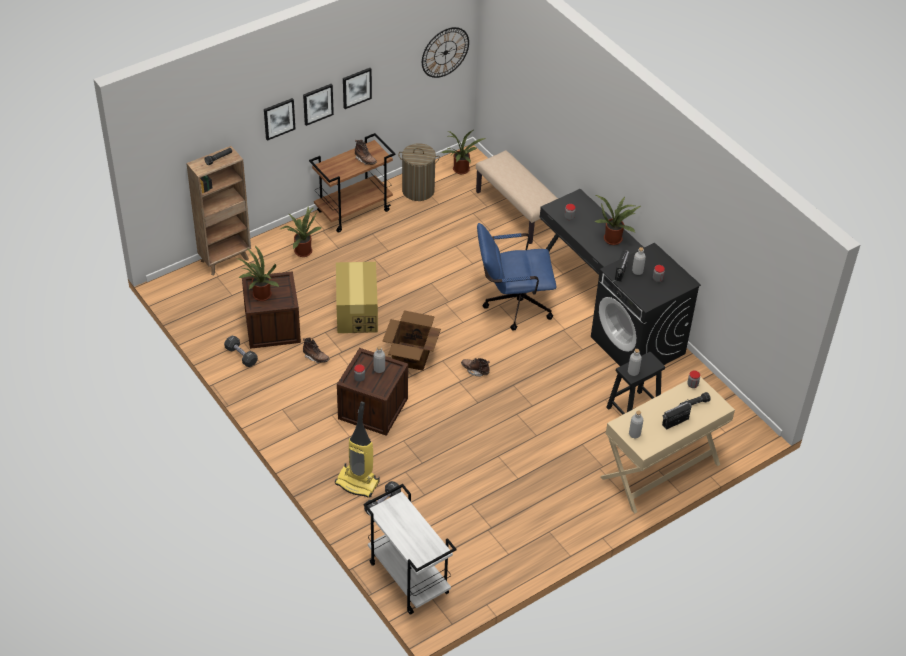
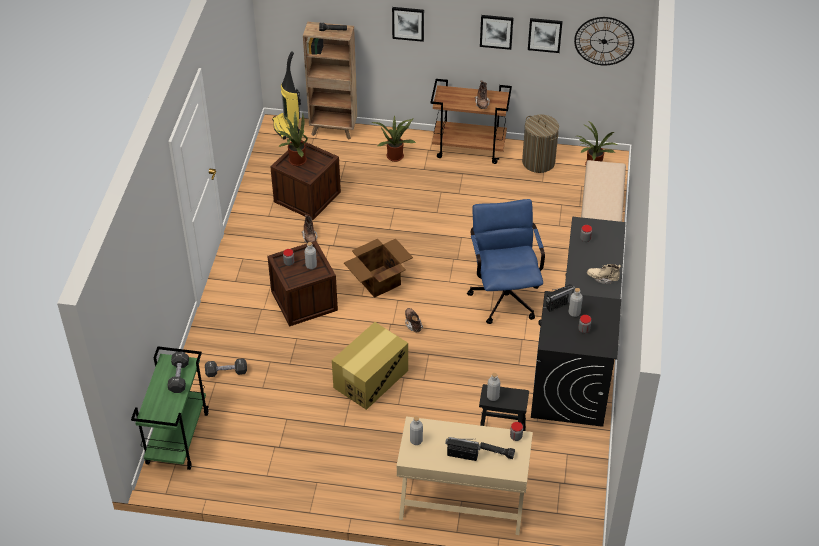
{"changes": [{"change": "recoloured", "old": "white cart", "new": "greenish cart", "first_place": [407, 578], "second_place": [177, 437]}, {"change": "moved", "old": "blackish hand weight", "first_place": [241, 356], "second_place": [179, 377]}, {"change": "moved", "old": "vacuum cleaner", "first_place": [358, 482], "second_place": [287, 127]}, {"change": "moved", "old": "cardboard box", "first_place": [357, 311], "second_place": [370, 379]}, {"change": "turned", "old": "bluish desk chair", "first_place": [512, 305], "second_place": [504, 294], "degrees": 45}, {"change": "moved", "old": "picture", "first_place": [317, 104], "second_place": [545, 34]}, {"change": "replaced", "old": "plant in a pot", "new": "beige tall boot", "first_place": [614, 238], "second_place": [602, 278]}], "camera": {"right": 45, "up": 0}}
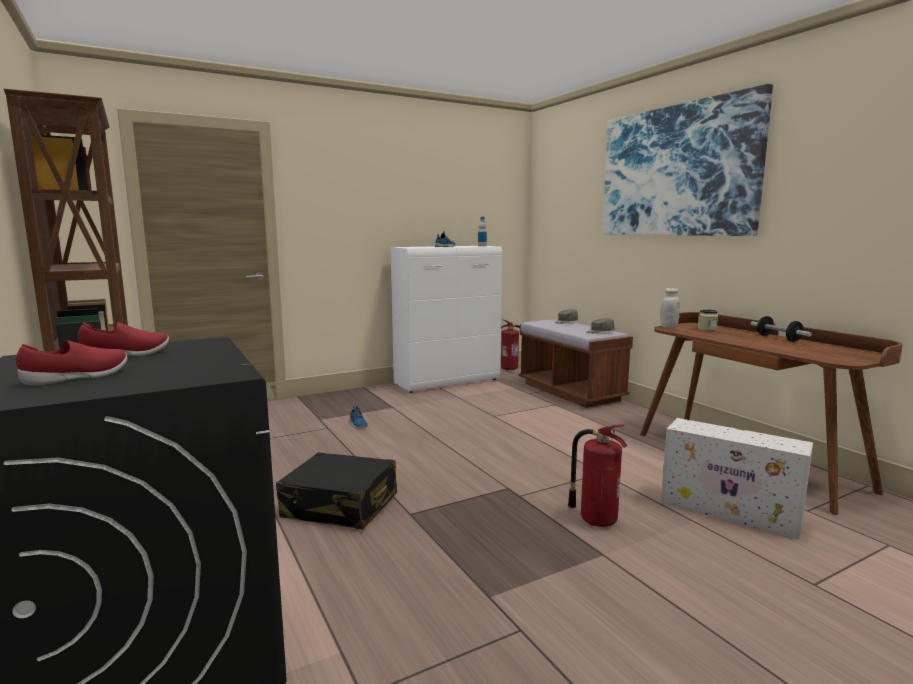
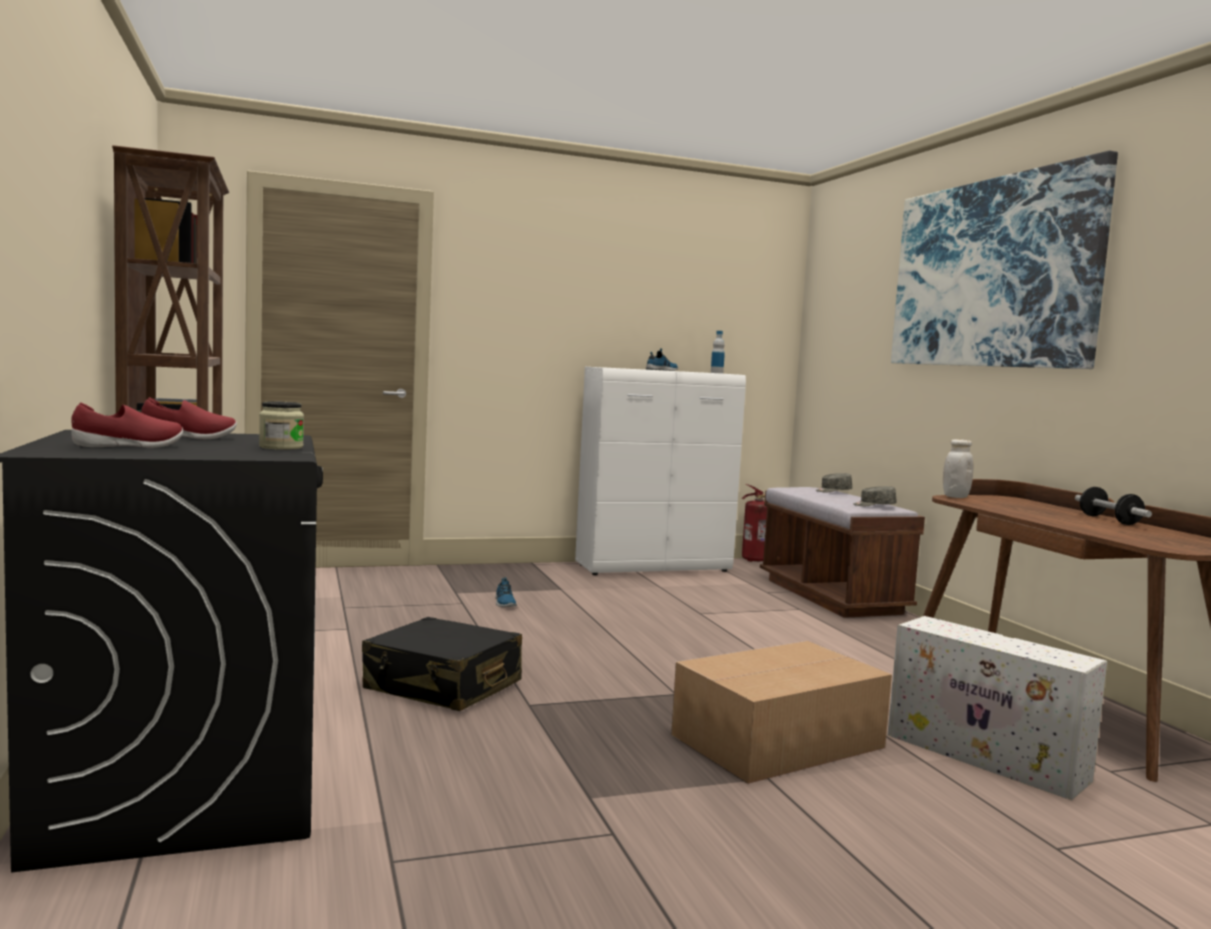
{"changes": [{"change": "moved", "old": "storage jar", "first_place": [707, 329], "second_place": [281, 447]}, {"change": "replaced", "old": "fire extinguisher", "new": "cardboard box", "first_place": [596, 519], "second_place": [781, 741]}], "camera": {"right": 10, "up": -5}}
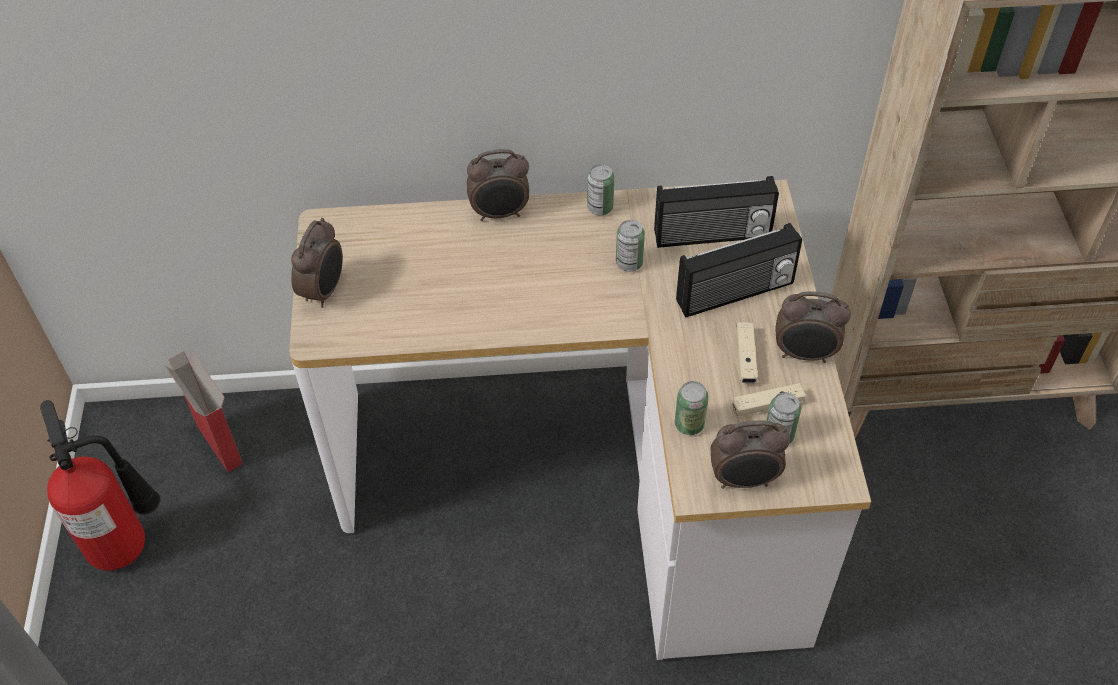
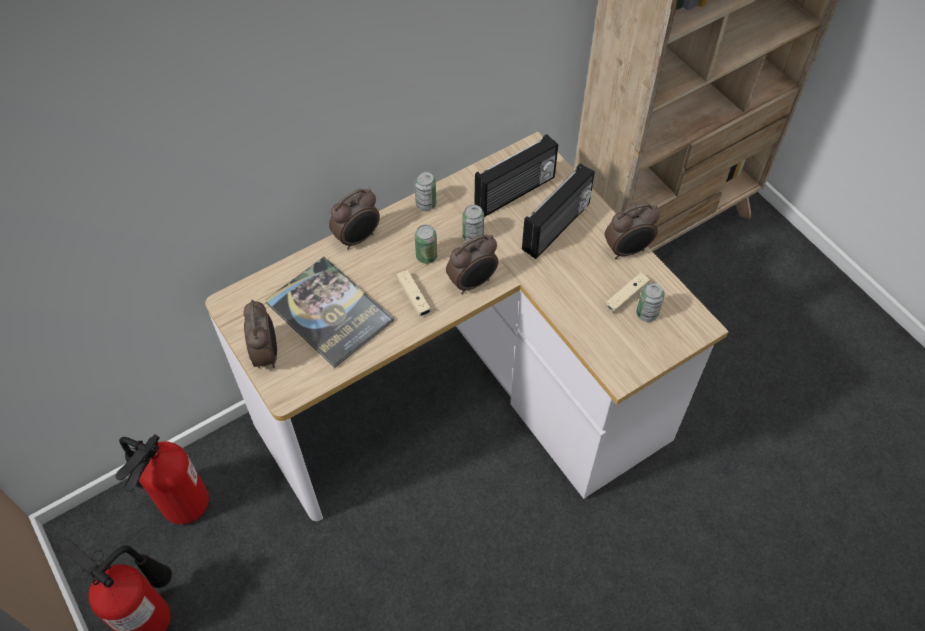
{"changes": [{"change": "replaced", "old": "cardboard box", "new": "fire extinguisher", "first_place": [221, 446], "second_place": [178, 505]}, {"change": "added", "new": "bound book", "second_place": [329, 312]}, {"change": "moved", "old": "beige gamepad", "first_place": [745, 358], "second_place": [413, 297]}, {"change": "moved", "old": "can", "first_place": [689, 424], "second_place": [426, 256]}, {"change": "moved", "old": "table clock", "first_place": [744, 480], "second_place": [473, 283]}], "camera": {"right": -30, "up": 5}}
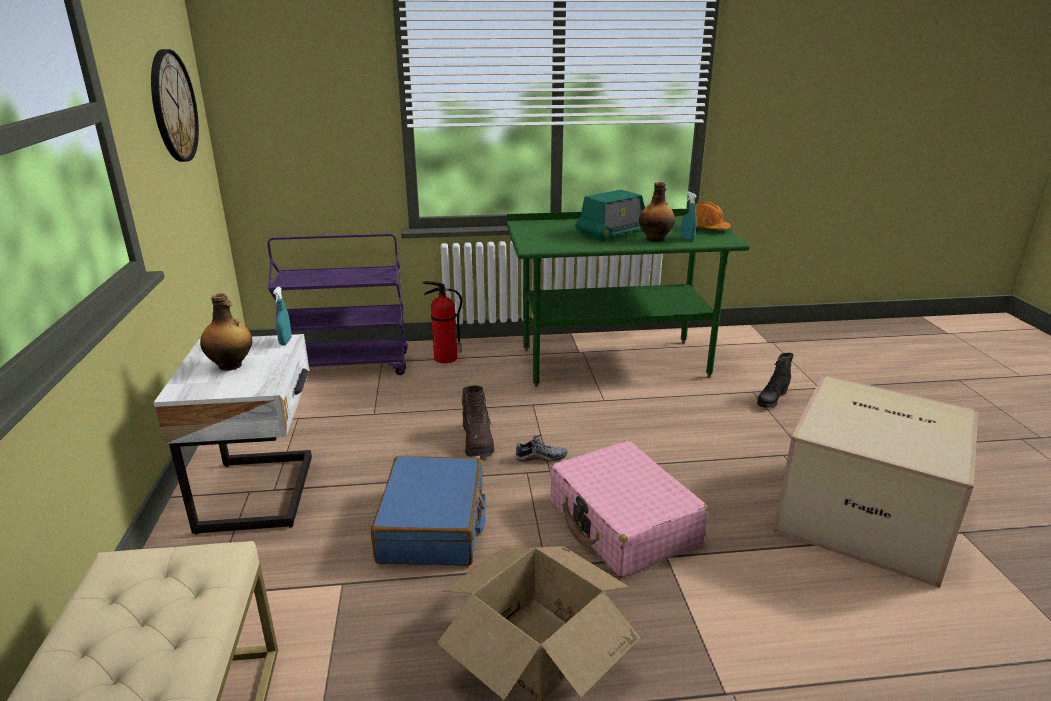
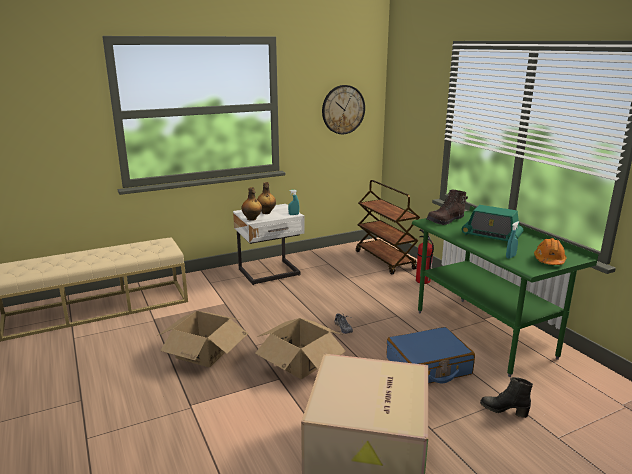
{"changes": [{"change": "moved", "old": "beverage bottle", "first_place": [655, 239], "second_place": [252, 219]}, {"change": "replaced", "old": "pink travel case", "new": "cardboard box", "first_place": [623, 523], "second_place": [300, 362]}, {"change": "recoloured", "old": "purple-coloured cart", "new": "brownish cart", "first_place": [347, 366], "second_place": [385, 260]}, {"change": "moved", "old": "bluish travel case", "first_place": [433, 525], "second_place": [428, 366]}, {"change": "moved", "old": "brownish tall boot", "first_place": [477, 441], "second_place": [446, 221]}], "camera": {"right": 70, "up": -5}}
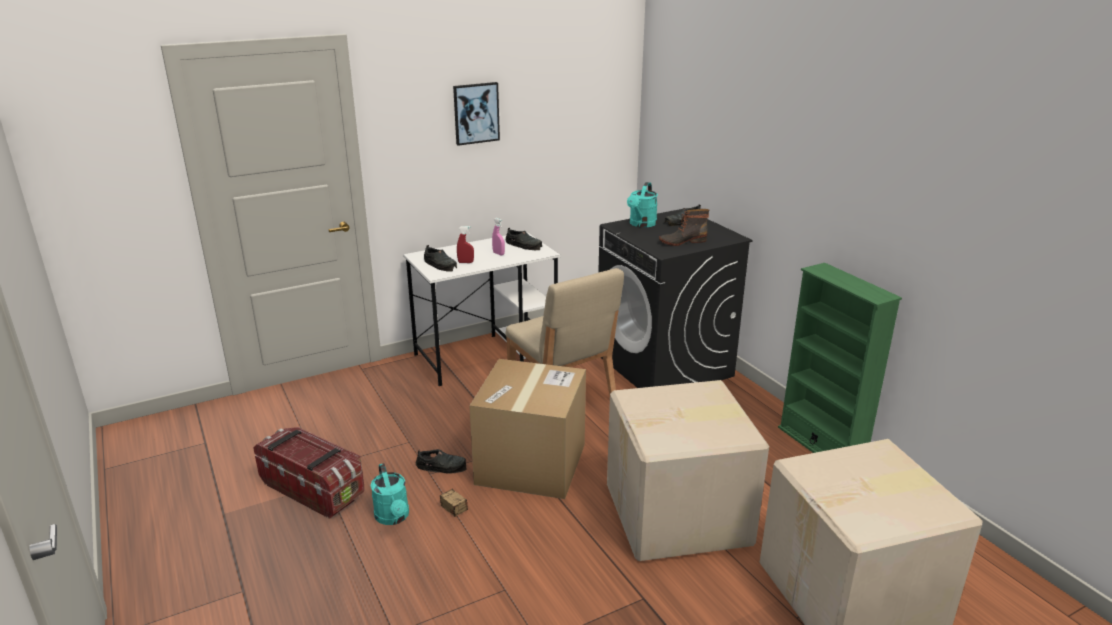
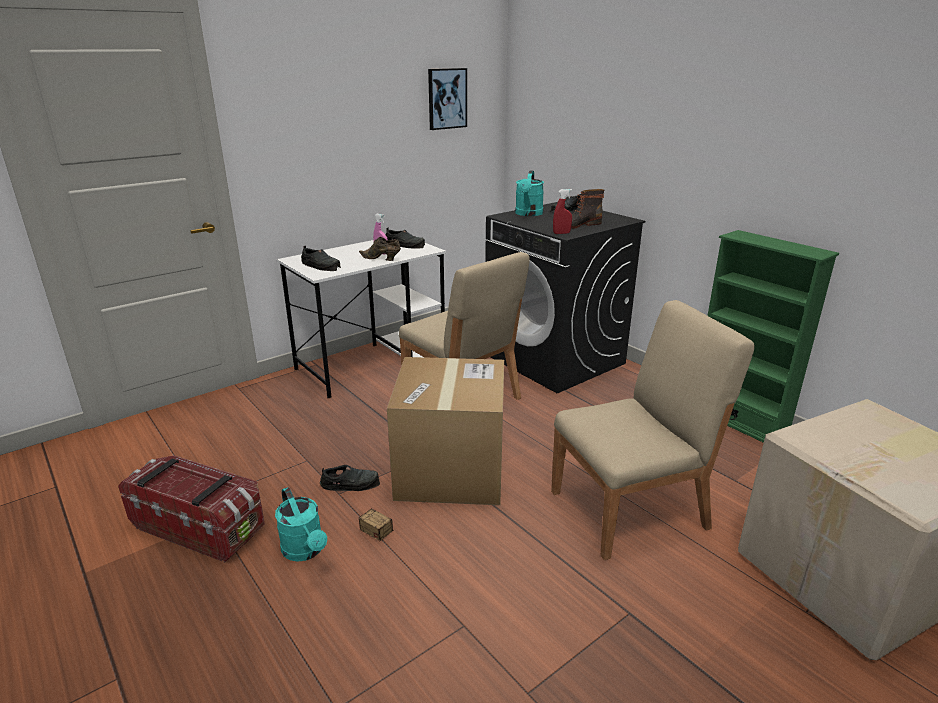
{"changes": [{"change": "added", "new": "brownish shoe", "second_place": [381, 259]}, {"change": "moved", "old": "picture", "first_place": [476, 113], "second_place": [447, 98]}, {"change": "replaced", "old": "cardboard box", "new": "beige upright chair", "first_place": [679, 516], "second_place": [630, 509]}, {"change": "moved", "old": "red-coloured sprayer", "first_place": [465, 262], "second_place": [561, 233]}], "camera": {"right": -10, "up": 0}}
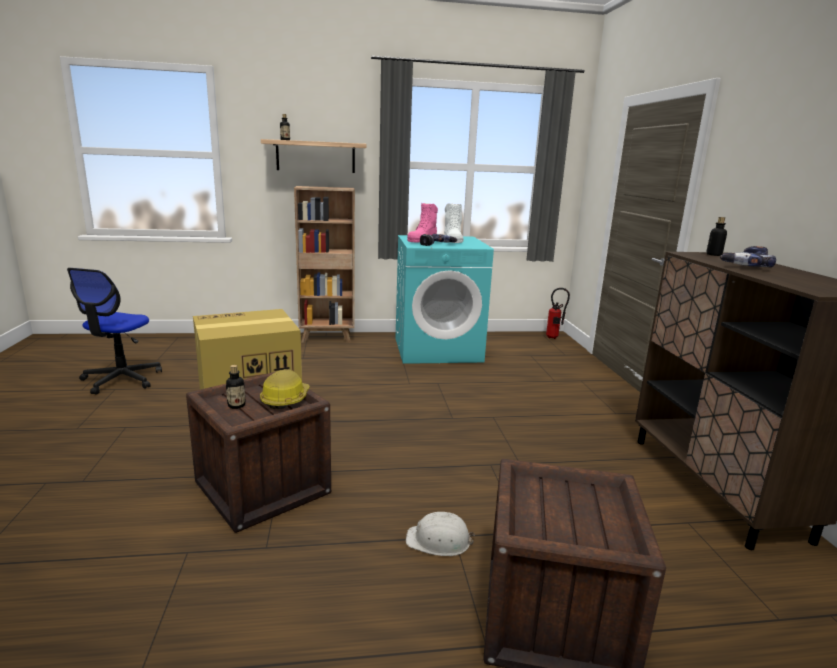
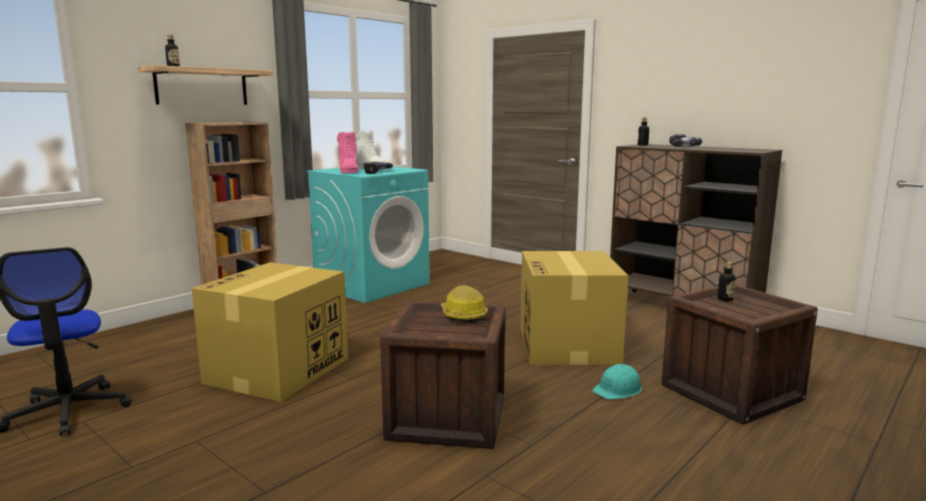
{"changes": [{"change": "added", "new": "cardboard box", "second_place": [568, 345]}, {"change": "recoloured", "old": "white hard hat", "new": "turquoise hard hat", "first_place": [439, 541], "second_place": [618, 389]}, {"change": "moved", "old": "beverage bottle", "first_place": [236, 405], "second_place": [725, 299]}, {"change": "removed", "old": "fire extinguisher", "first_place": [554, 338]}], "camera": {"right": -40, "up": -5}}
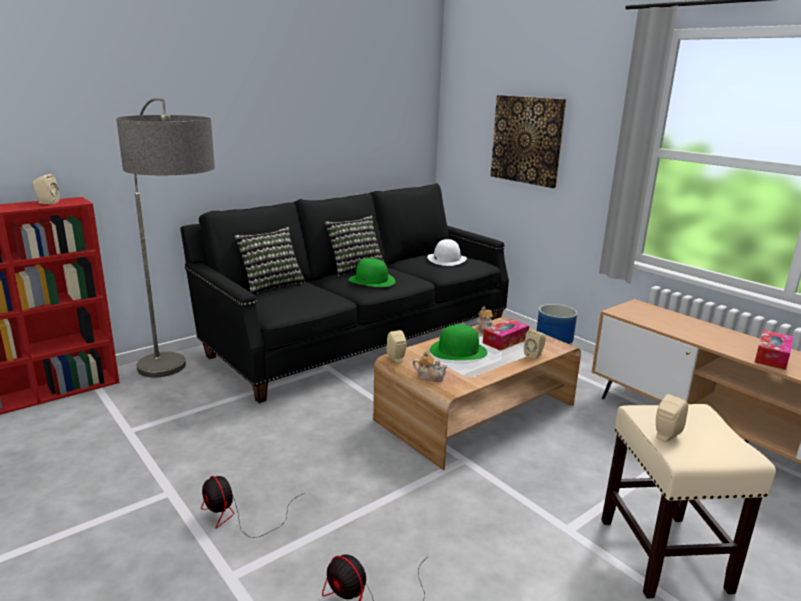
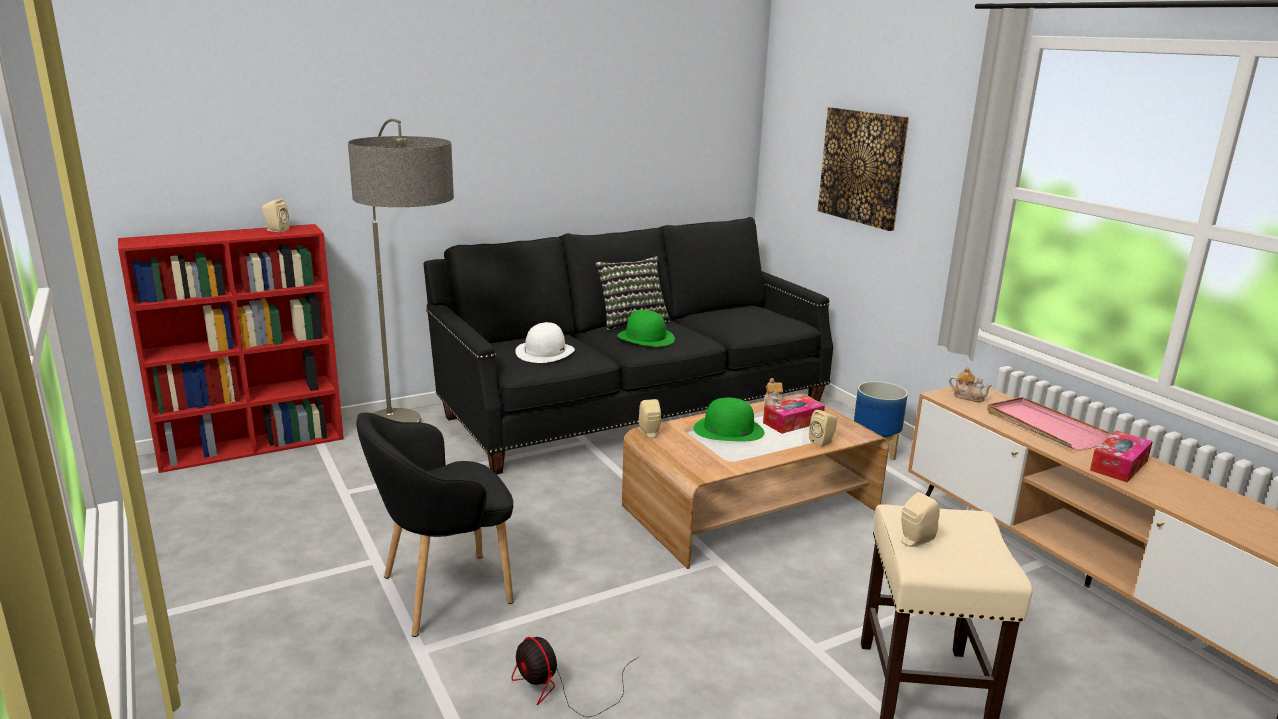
{"changes": [{"change": "replaced", "old": "electric fan", "new": "blackish easy chair", "first_place": [238, 516], "second_place": [442, 592]}, {"change": "moved", "old": "white hat", "first_place": [446, 259], "second_place": [545, 352]}, {"change": "moved", "old": "tea pot", "first_place": [429, 377], "second_place": [968, 397]}, {"change": "added", "new": "pink serving tray", "second_place": [1044, 427]}, {"change": "removed", "old": "throw pillow", "first_place": [271, 285]}], "camera": {"right": 10, "up": 0}}
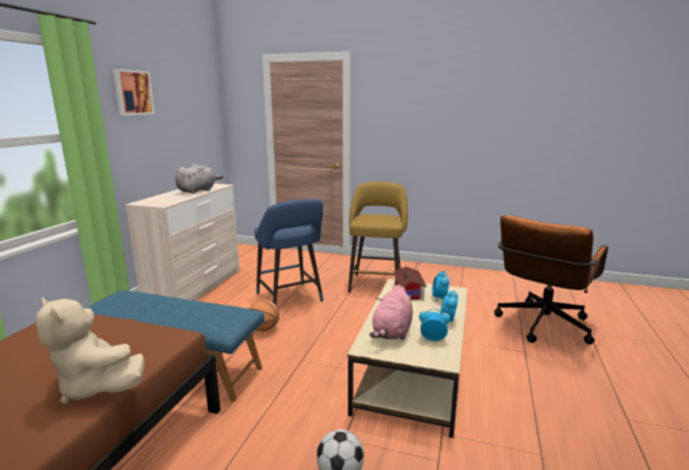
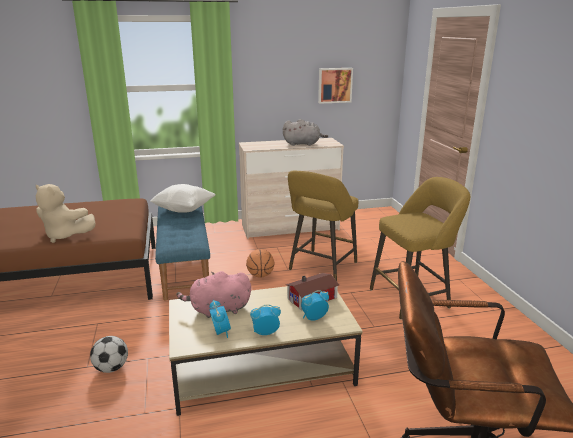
{"changes": [{"change": "turned", "old": "beige soft toy", "first_place": [96, 387], "second_place": [65, 236], "degrees": -75}, {"change": "added", "new": "white throw pillow", "second_place": [184, 209]}, {"change": "recoloured", "old": "bluish stool", "new": "yellow stool", "first_place": [291, 299], "second_place": [321, 268]}, {"change": "moved", "old": "picture", "first_place": [132, 92], "second_place": [334, 85]}], "camera": {"right": 60, "up": 5}}
